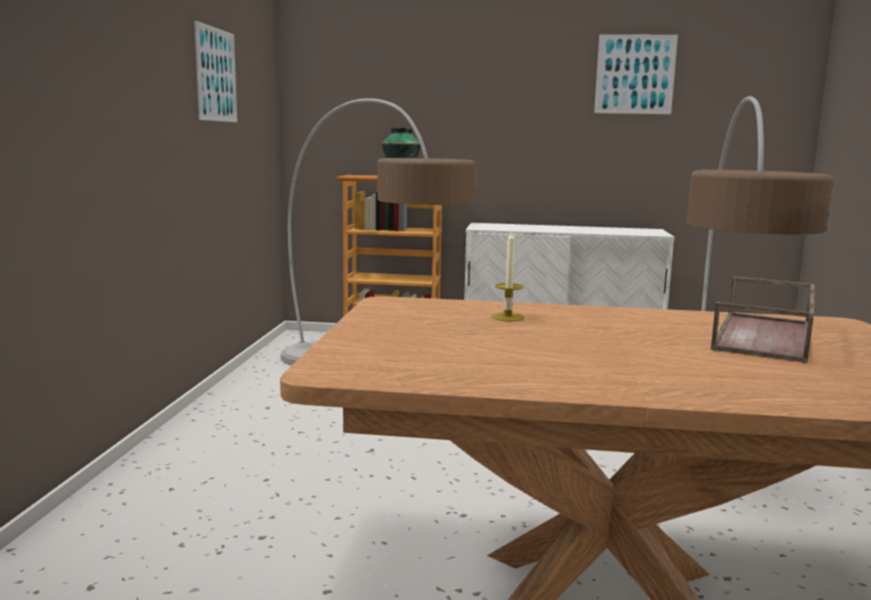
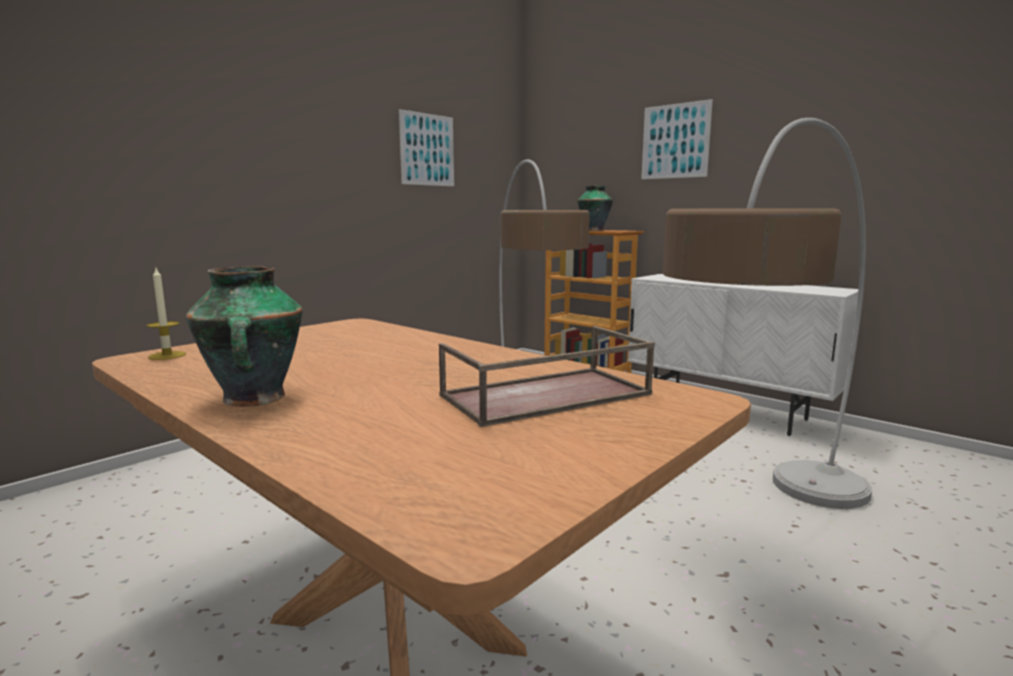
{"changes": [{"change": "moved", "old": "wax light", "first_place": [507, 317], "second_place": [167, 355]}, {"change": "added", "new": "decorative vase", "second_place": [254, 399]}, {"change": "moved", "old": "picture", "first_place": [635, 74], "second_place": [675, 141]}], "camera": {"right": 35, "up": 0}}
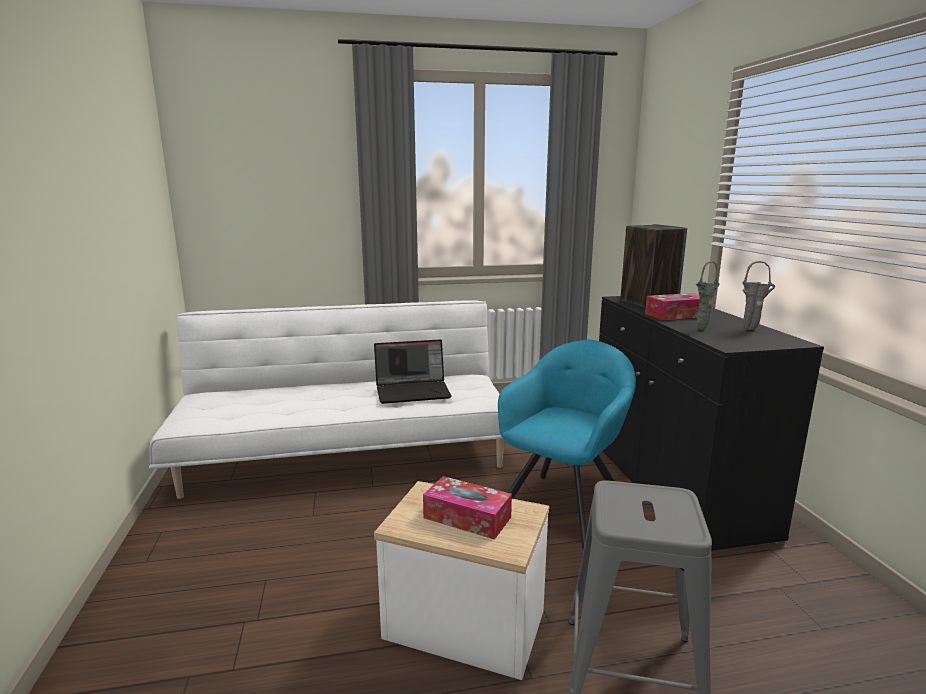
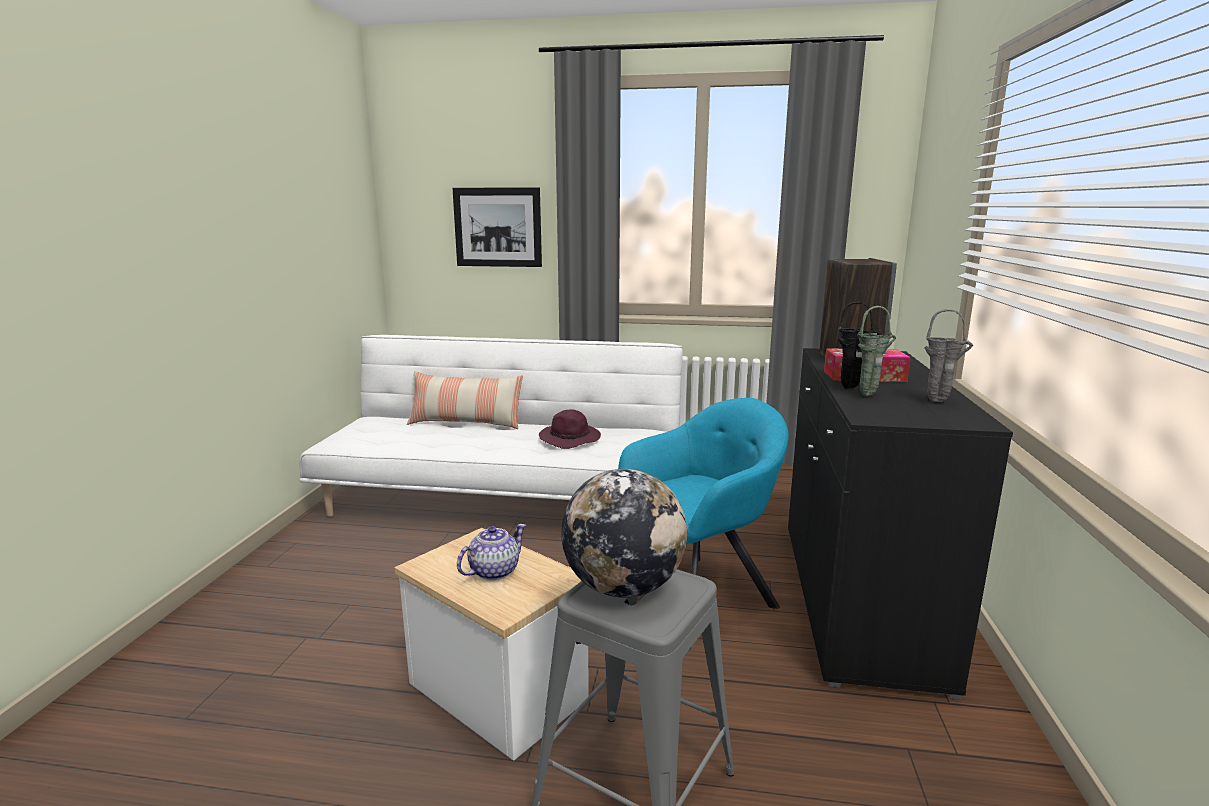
{"changes": [{"change": "added", "new": "throw pillow", "second_place": [466, 423]}, {"change": "added", "new": "picture", "second_place": [498, 227]}, {"change": "replaced", "old": "tissue holder", "new": "tea pot", "first_place": [467, 517], "second_place": [493, 571]}, {"change": "replaced", "old": "laptop", "new": "purple-coloured hat", "first_place": [413, 391], "second_place": [571, 439]}, {"change": "added", "new": "desk globe", "second_place": [623, 587]}, {"change": "added", "new": "blackish decorative vase", "second_place": [852, 388]}], "camera": {"right": 20, "up": 0}}
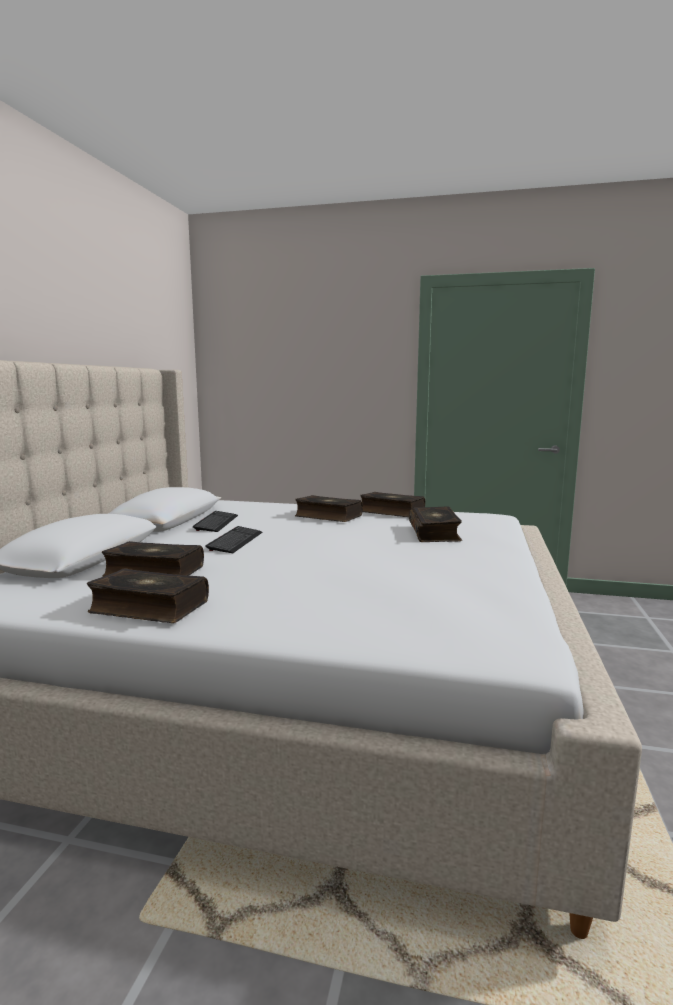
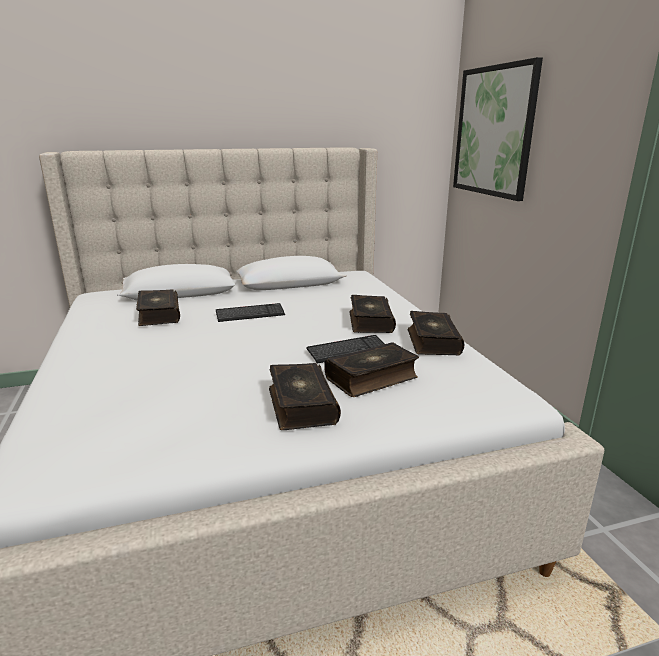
{"changes": [{"change": "moved", "old": "bound book", "first_place": [148, 608], "second_place": [300, 405]}, {"change": "moved", "old": "PC keyboard", "first_place": [216, 523], "second_place": [347, 351]}, {"change": "added", "new": "picture", "second_place": [494, 131]}], "camera": {"right": 60, "up": 10}}
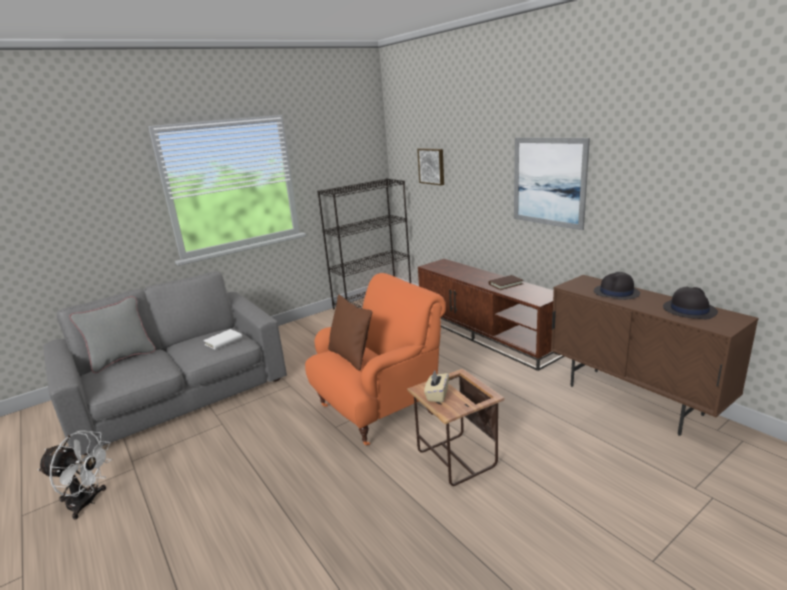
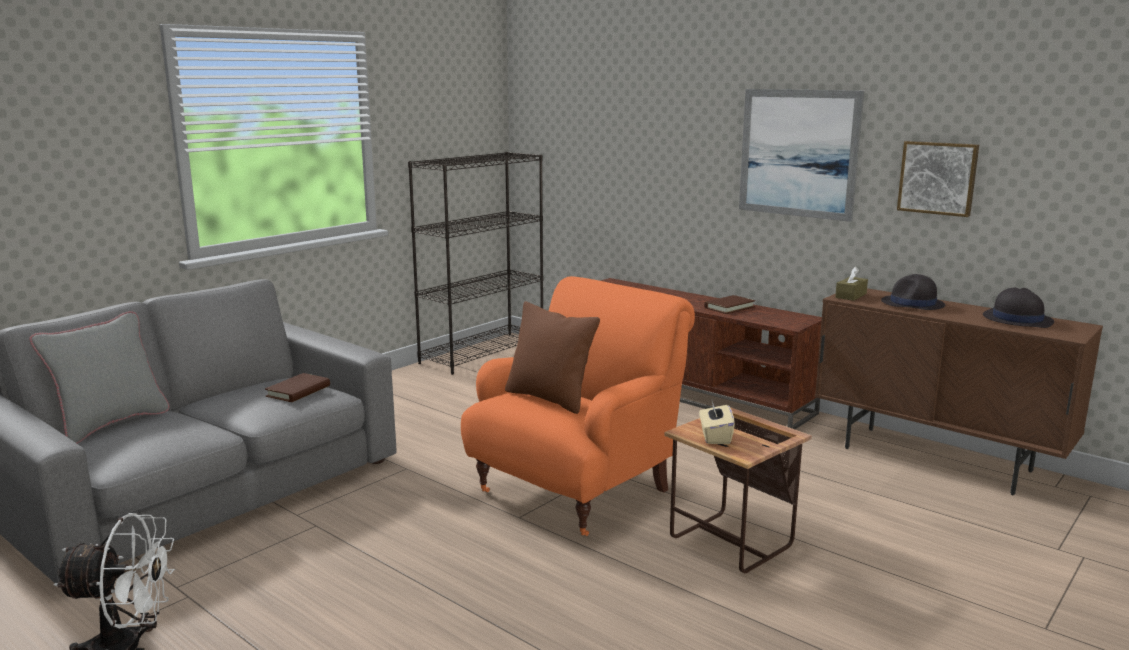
{"changes": [{"change": "recoloured", "old": "white bound book", "new": "brownish bound book", "first_place": [223, 341], "second_place": [298, 391]}, {"change": "added", "new": "brownish tissue holder", "second_place": [851, 295]}, {"change": "moved", "old": "picture", "first_place": [432, 166], "second_place": [938, 178]}], "camera": {"right": -15, "up": -5}}
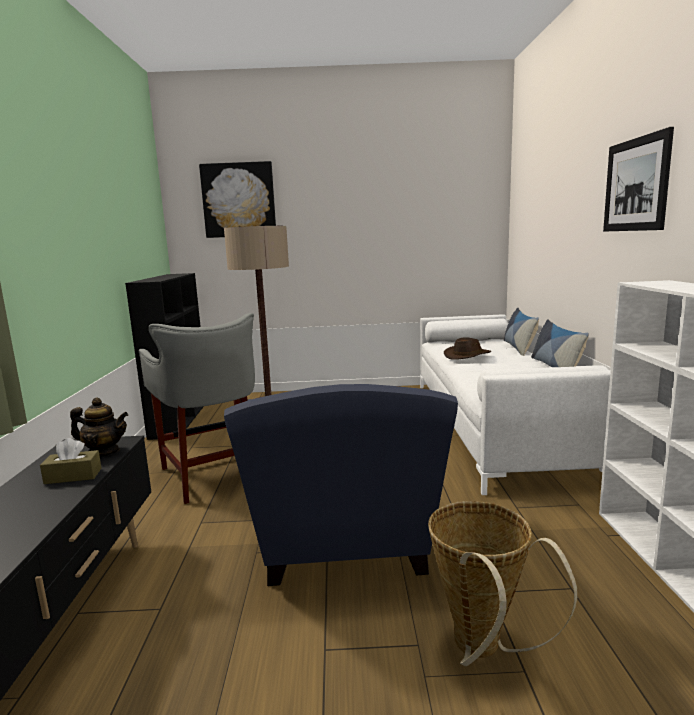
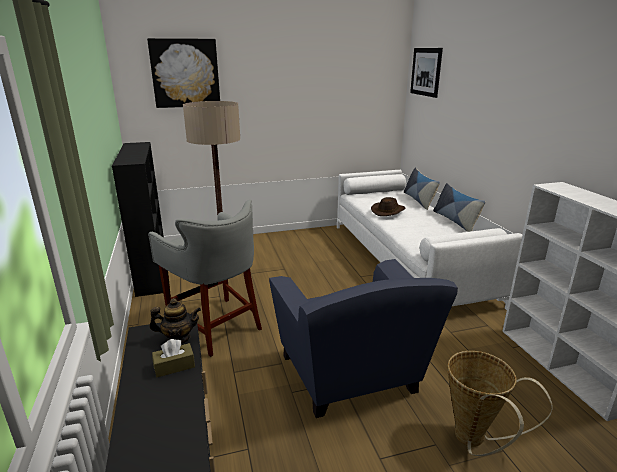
{"changes": [{"change": "moved", "old": "picture", "first_place": [636, 185], "second_place": [426, 72]}], "camera": {"right": -15, "up": 10}}
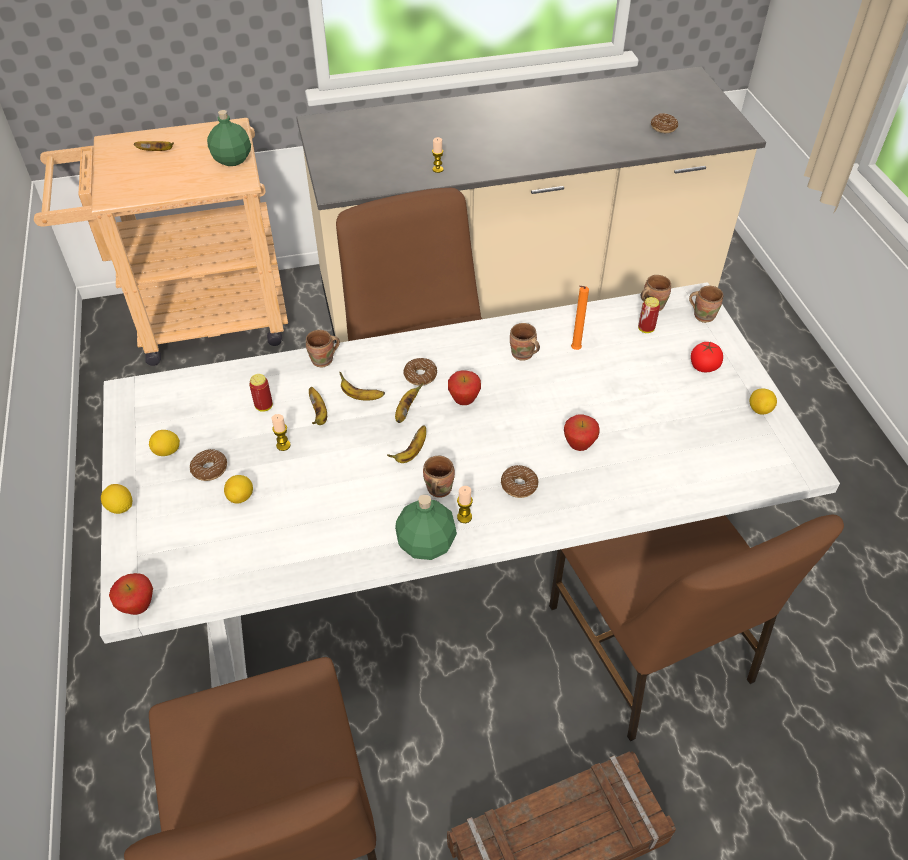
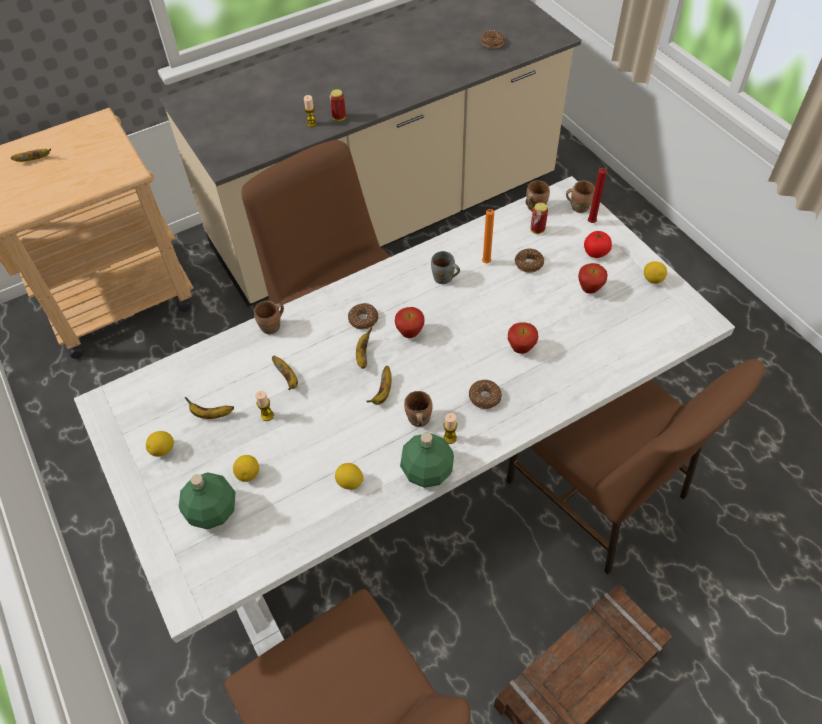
{"changes": [{"change": "moved", "old": "greenish beverage bottle", "first_place": [232, 159], "second_place": [212, 510]}, {"change": "moved", "old": "banana fruit", "first_place": [360, 396], "second_place": [211, 414]}, {"change": "moved", "old": "can", "first_place": [264, 406], "second_place": [339, 118]}, {"change": "moved", "old": "lemon", "first_place": [120, 507], "second_place": [350, 482]}, {"change": "recoloured", "old": "brownish coffee mug", "new": "greyish coffee mug", "first_place": [522, 355], "second_place": [443, 279]}, {"change": "moved", "old": "donut", "first_place": [209, 469], "second_place": [529, 264]}, {"change": "moved", "old": "whole apple", "first_place": [139, 607], "second_place": [589, 289]}, {"change": "added", "new": "red-coloured wax light", "second_place": [590, 223]}], "camera": {"right": -15, "up": 5}}
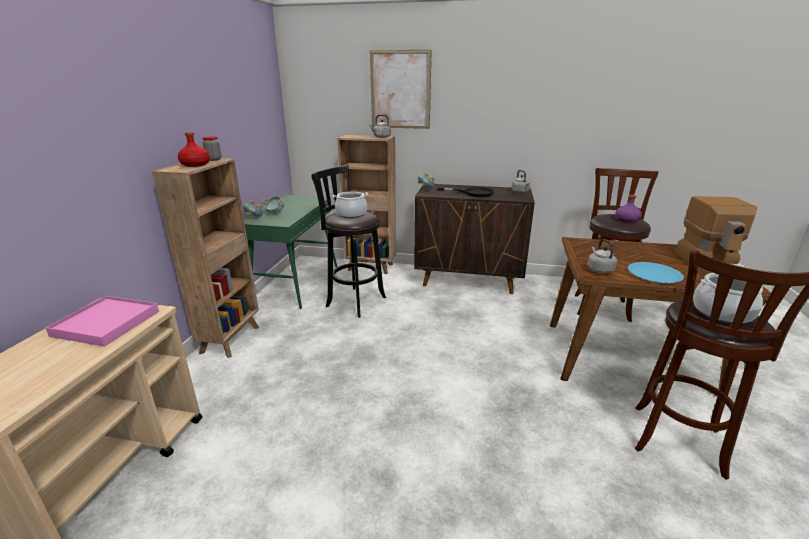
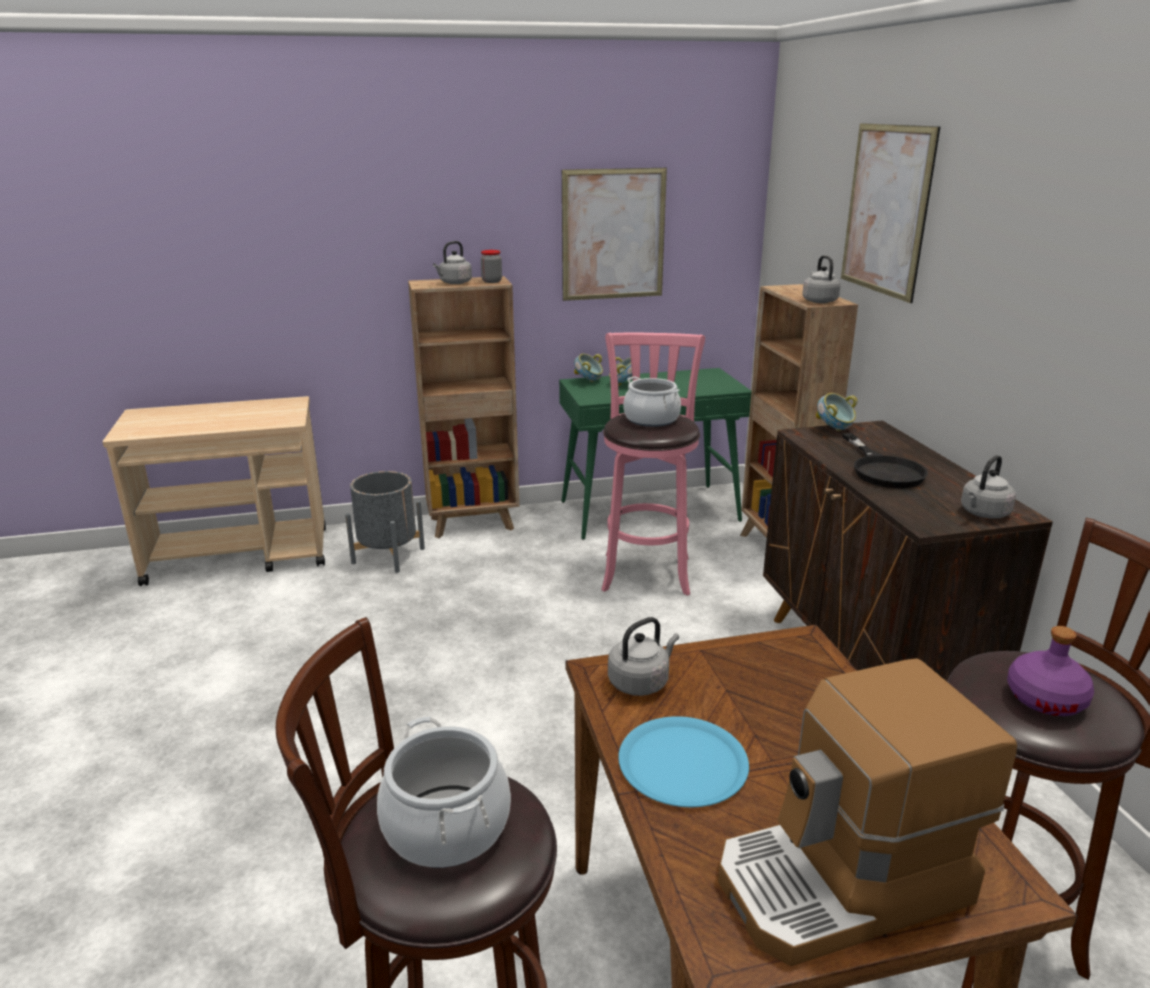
{"changes": [{"change": "added", "new": "greyish flower pot", "second_place": [388, 556]}, {"change": "replaced", "old": "red-coloured beverage bottle", "new": "greyish kettle", "first_place": [195, 165], "second_place": [454, 283]}, {"change": "added", "new": "picture", "second_place": [613, 235]}, {"change": "recoloured", "old": "blackish stool", "new": "pink stool", "first_place": [353, 301], "second_place": [646, 571]}, {"change": "removed", "old": "pink serving tray", "first_place": [106, 323]}], "camera": {"right": 65, "up": 0}}
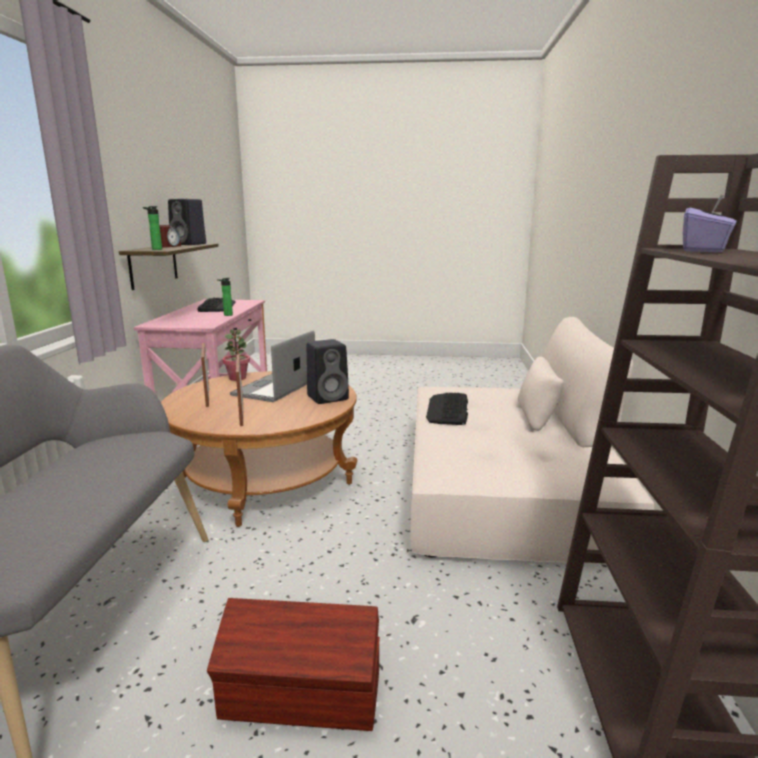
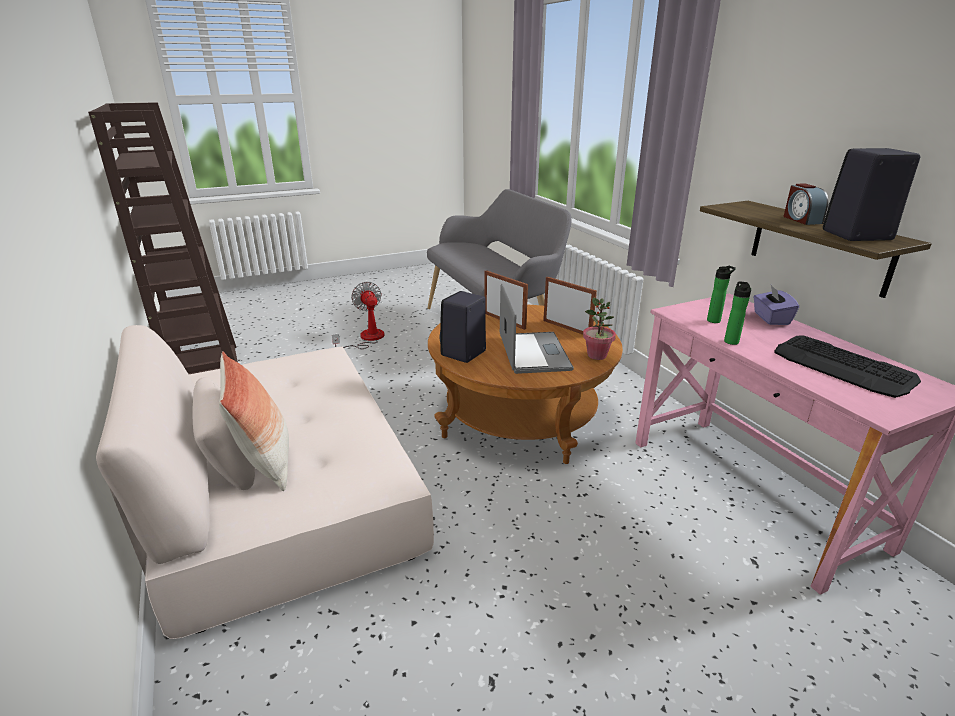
{"changes": [{"change": "added", "new": "throw pillow", "second_place": [265, 461]}, {"change": "replaced", "old": "brownish storage box", "new": "electric fan", "first_place": [302, 697], "second_place": [366, 339]}, {"change": "moved", "old": "beverage bottle", "first_place": [155, 249], "second_place": [715, 320]}, {"change": "moved", "old": "purple-coloured tissue holder", "first_place": [704, 250], "second_place": [770, 318]}, {"change": "removed", "old": "PC keyboard", "first_place": [448, 409]}], "camera": {"right": 150, "up": 10}}
